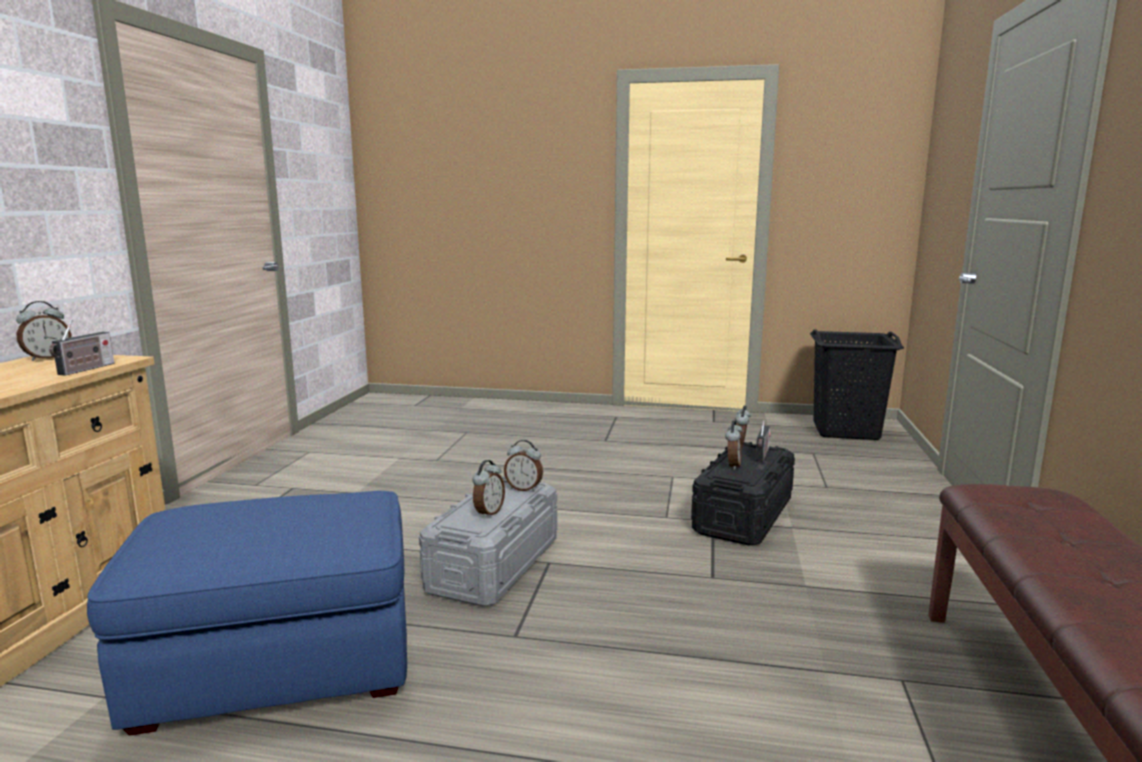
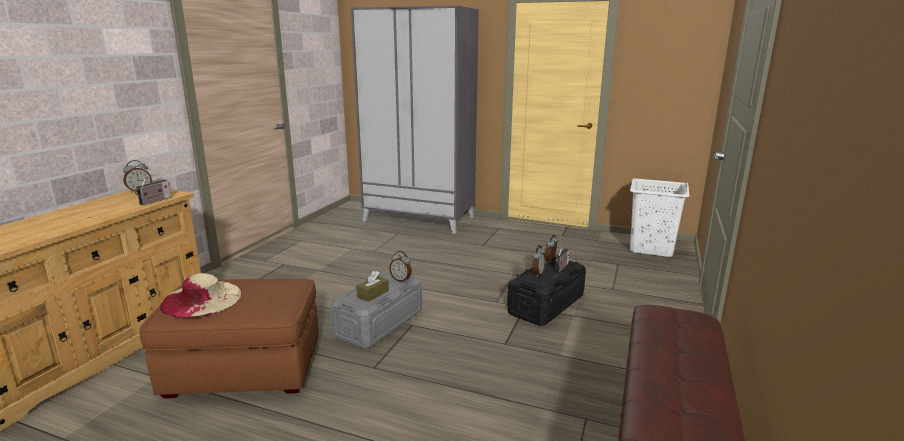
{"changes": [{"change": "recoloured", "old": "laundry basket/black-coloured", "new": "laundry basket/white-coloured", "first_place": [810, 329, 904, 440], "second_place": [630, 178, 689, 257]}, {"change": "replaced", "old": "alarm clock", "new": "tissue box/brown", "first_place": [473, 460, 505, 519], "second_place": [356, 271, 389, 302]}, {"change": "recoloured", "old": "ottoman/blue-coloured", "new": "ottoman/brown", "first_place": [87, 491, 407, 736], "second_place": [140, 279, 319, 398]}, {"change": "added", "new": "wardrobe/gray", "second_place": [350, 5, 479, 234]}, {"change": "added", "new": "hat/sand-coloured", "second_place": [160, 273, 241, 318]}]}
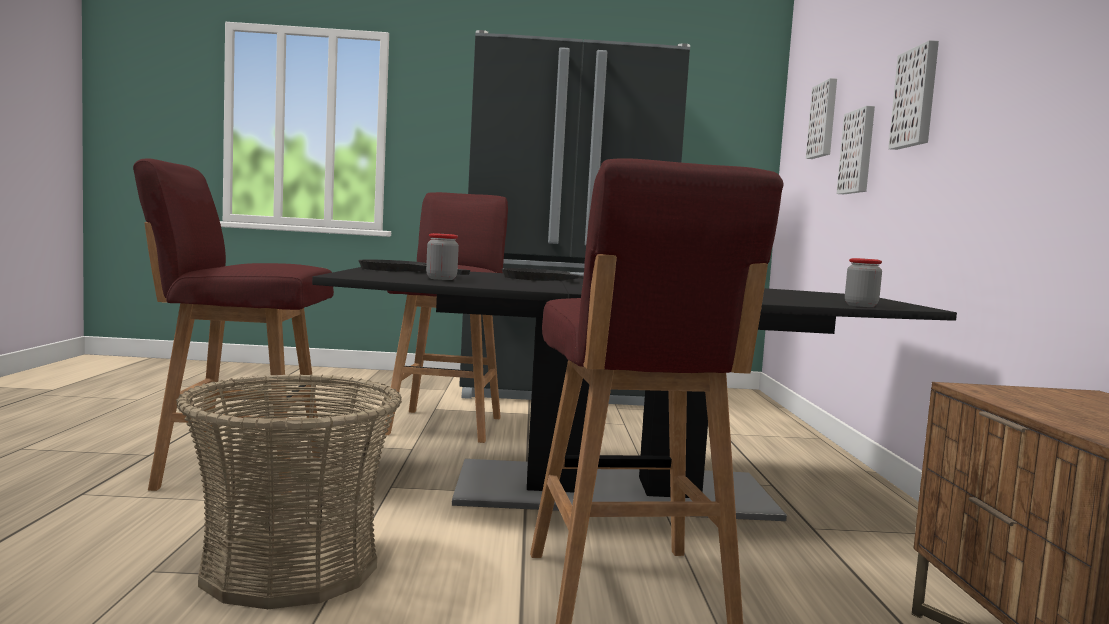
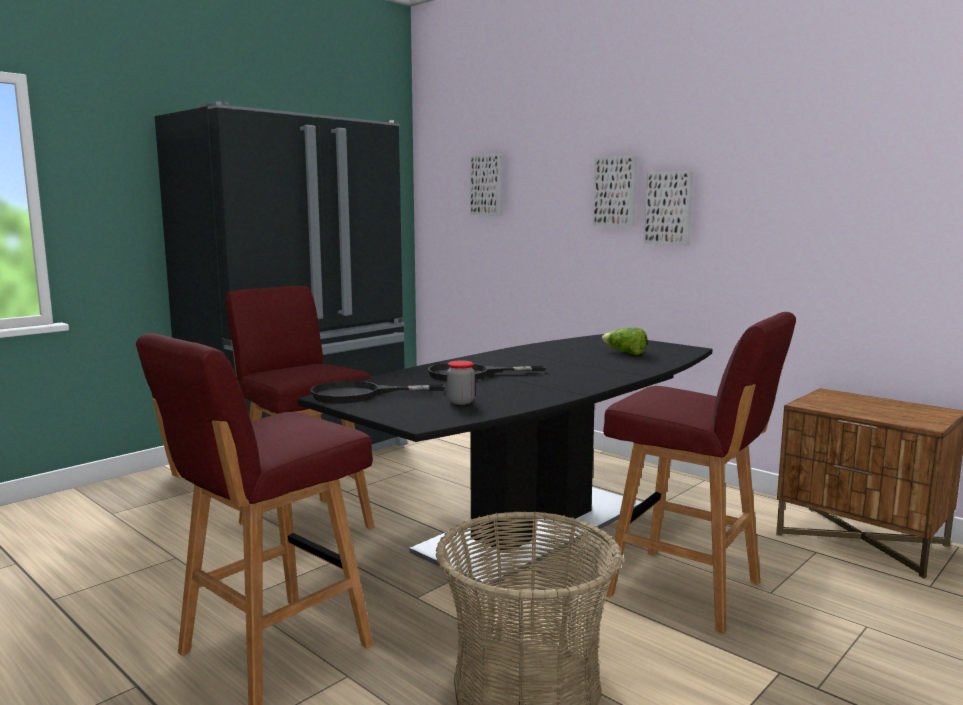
{"changes": [{"change": "moved", "old": "picture", "first_place": [836, 106, 875, 194], "second_place": [644, 171, 693, 245]}, {"change": "removed", "old": "storage jar", "first_place": [845, 258, 882, 307]}, {"change": "added", "new": "lettuce", "second_place": [602, 327, 647, 355]}]}
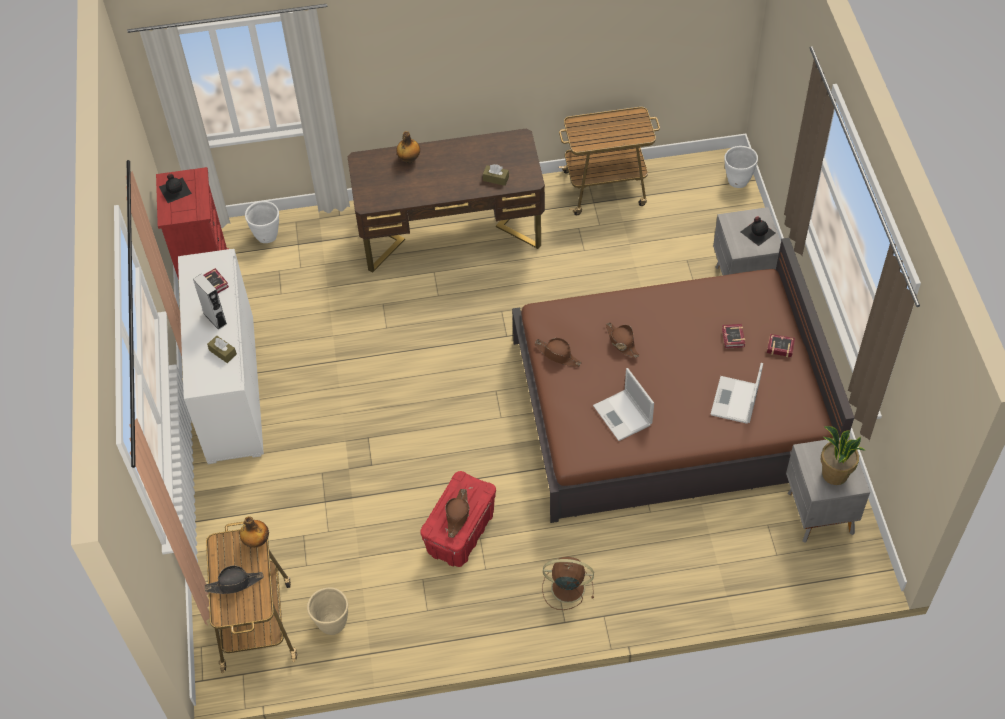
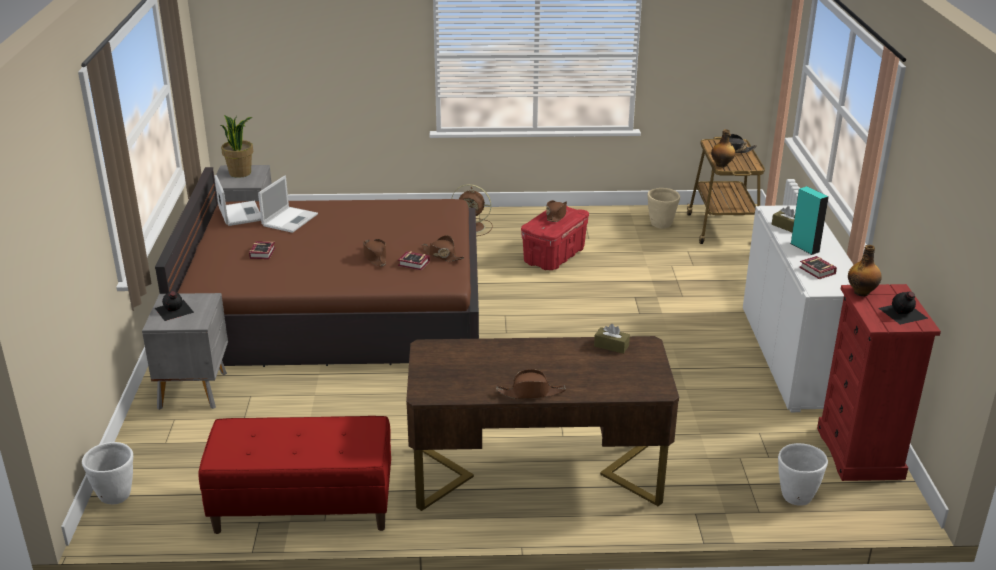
{"changes": [{"change": "replaced", "old": "trolley", "new": "bench/red", "first_place": [559, 107, 660, 215], "second_place": [198, 416, 391, 534]}, {"change": "moved", "old": "beverage bottle", "first_place": [396, 131, 420, 163], "second_place": [848, 245, 882, 296]}, {"change": "moved", "old": "tissue box/brown", "first_place": [483, 164, 509, 186], "second_place": [594, 324, 630, 354]}, {"change": "recoloured", "old": "speaker/gray", "new": "speaker/turquoise", "first_place": [193, 274, 227, 330], "second_place": [790, 186, 829, 255]}, {"change": "moved", "old": "volume", "first_place": [767, 334, 795, 357], "second_place": [398, 251, 430, 270]}, {"change": "moved", "old": "laptop", "first_place": [593, 368, 654, 441], "second_place": [214, 175, 261, 226]}, {"change": "added", "new": "hat/brown", "second_place": [496, 369, 566, 399]}]}
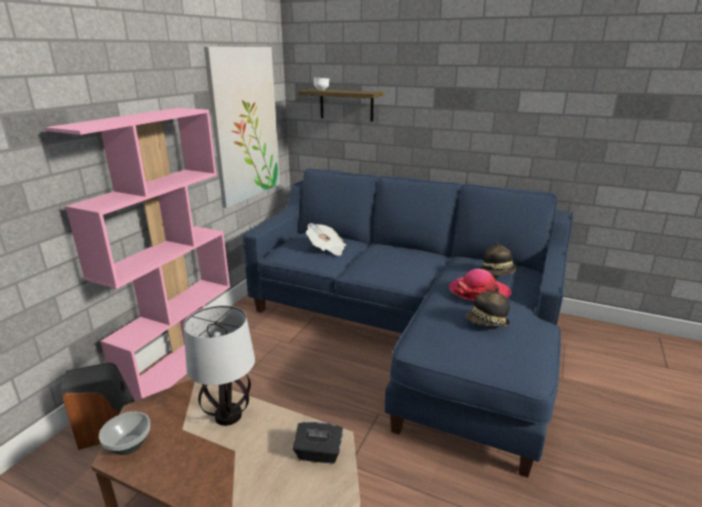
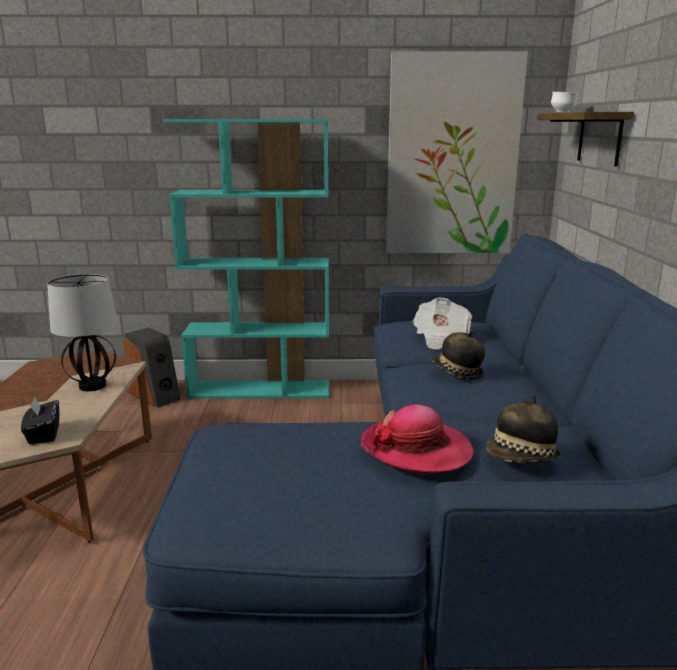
{"changes": [{"change": "recoloured", "old": "bookshelf/pinkish", "new": "bookshelf/turquoise", "first_place": [45, 108, 230, 401], "second_place": [163, 119, 329, 399]}, {"change": "moved", "old": "hat", "first_place": [466, 288, 510, 327], "second_place": [431, 331, 485, 380]}, {"change": "removed", "old": "serving bowl", "first_place": [99, 412, 150, 455]}]}
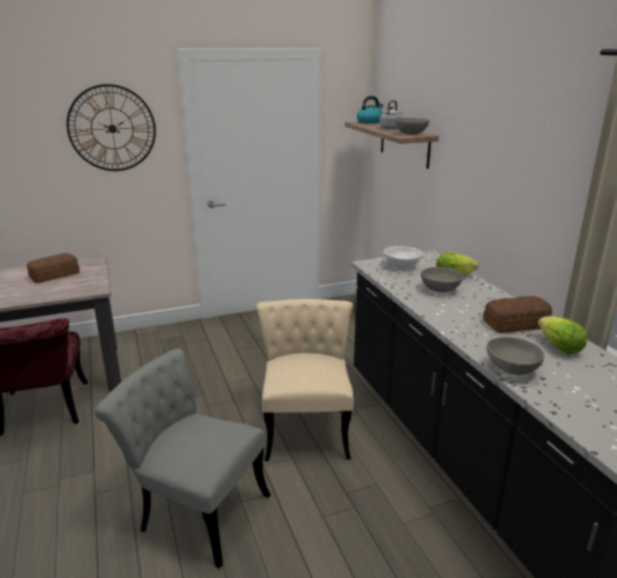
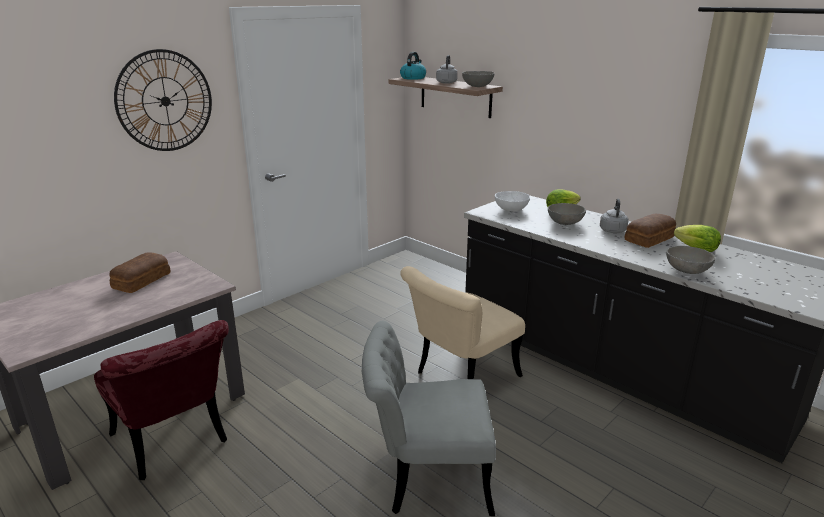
{"changes": [{"change": "turned", "old": "chair/sand-coloured", "first_place": [256, 299, 354, 461], "second_place": [401, 266, 525, 379], "degrees": -105}, {"change": "added", "new": "tea kettle/gray", "second_place": [600, 198, 629, 233]}]}
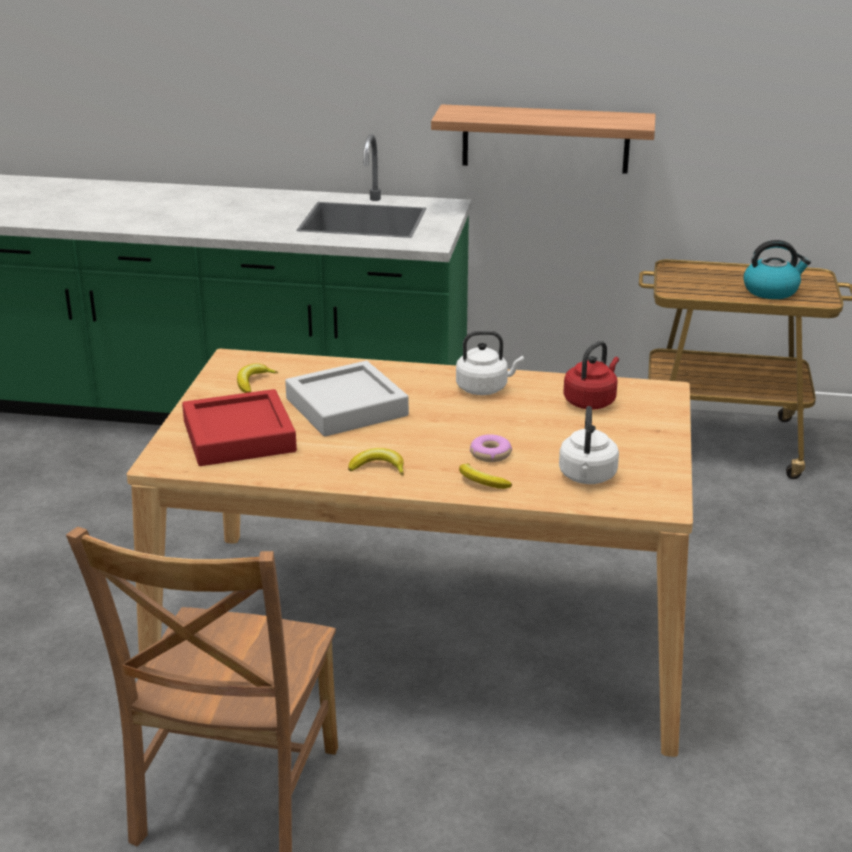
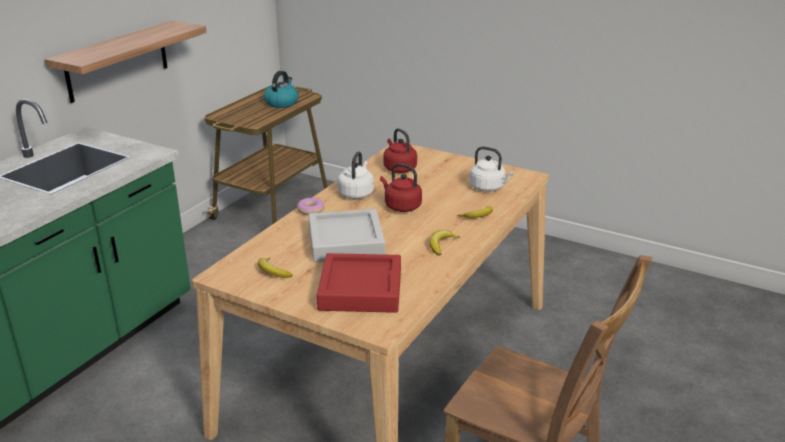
{"changes": [{"change": "moved", "old": "ring doughnut", "first_place": [470, 434, 512, 462], "second_place": [297, 198, 324, 215]}, {"change": "added", "new": "tea kettle/red", "second_place": [380, 163, 422, 212]}]}
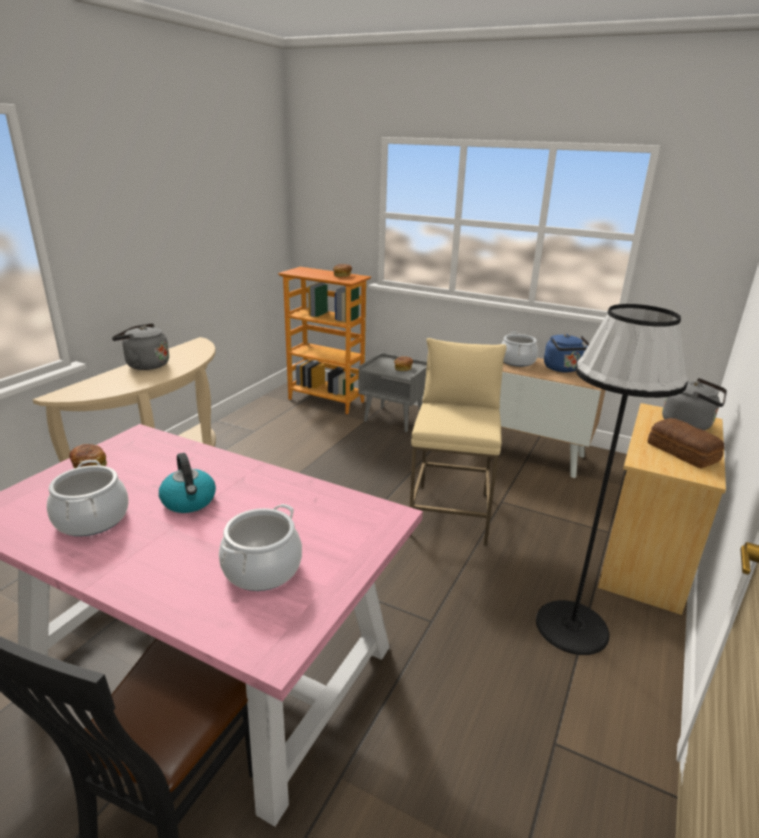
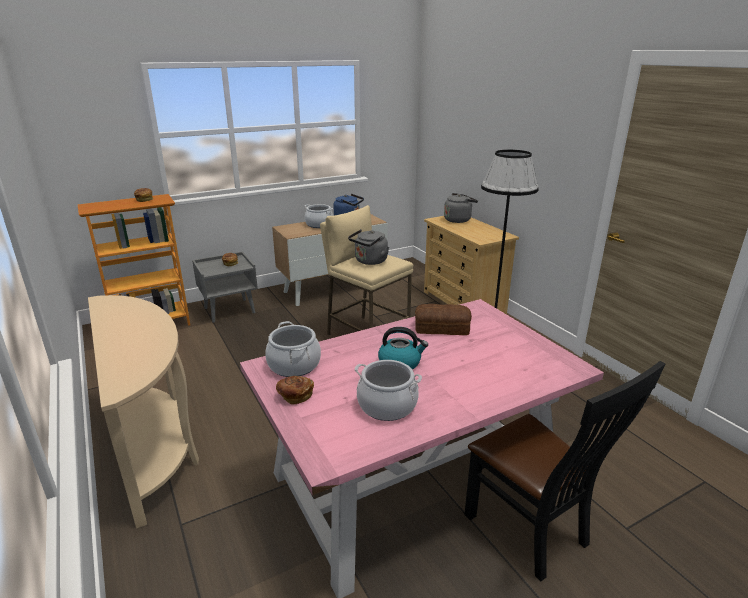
{"changes": [{"change": "moved", "old": "tea kettle/gray", "first_place": [112, 323, 169, 370], "second_place": [348, 229, 389, 265]}, {"change": "moved", "old": "bakery bread", "first_place": [648, 418, 724, 468], "second_place": [415, 304, 472, 335]}, {"change": "moved", "old": "cooking pot", "first_place": [219, 504, 302, 591], "second_place": [265, 321, 321, 377]}]}
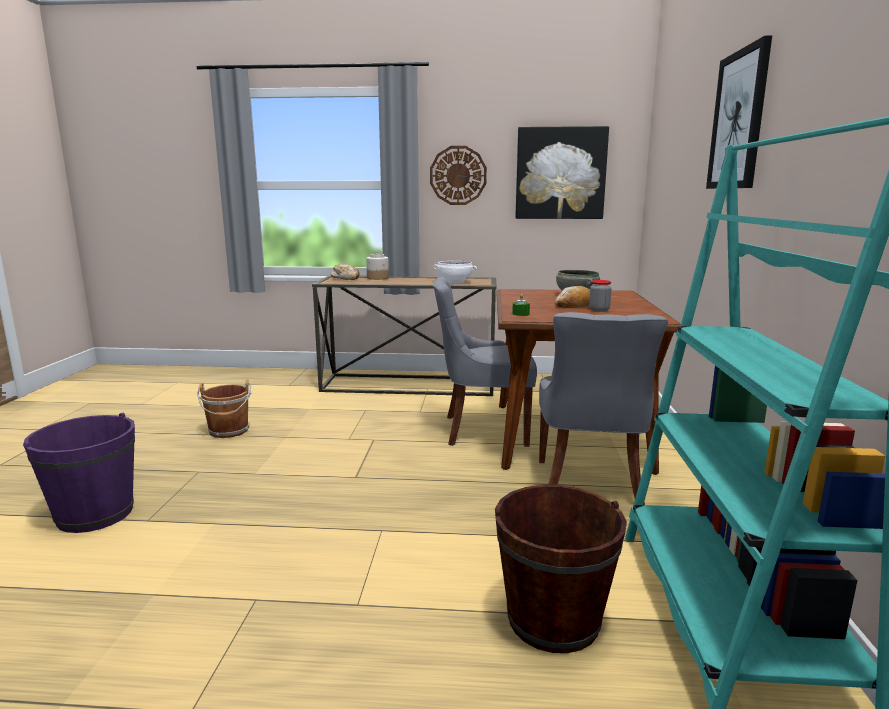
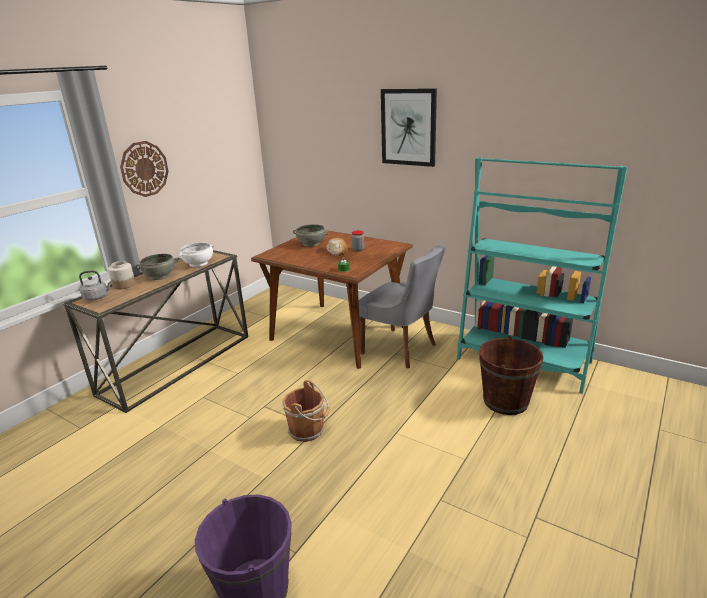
{"changes": [{"change": "removed", "old": "picture", "first_place": [515, 126, 609, 219]}, {"change": "replaced", "old": "bakery bread", "new": "tea kettle/gray", "first_place": [331, 264, 359, 280], "second_place": [79, 270, 112, 301]}, {"change": "removed", "old": "chair/gray", "first_place": [432, 277, 537, 447]}, {"change": "moved", "old": "pail/brown", "first_place": [197, 379, 251, 438], "second_place": [282, 380, 330, 442]}, {"change": "added", "new": "serving bowl/gray", "second_place": [136, 254, 178, 280]}]}
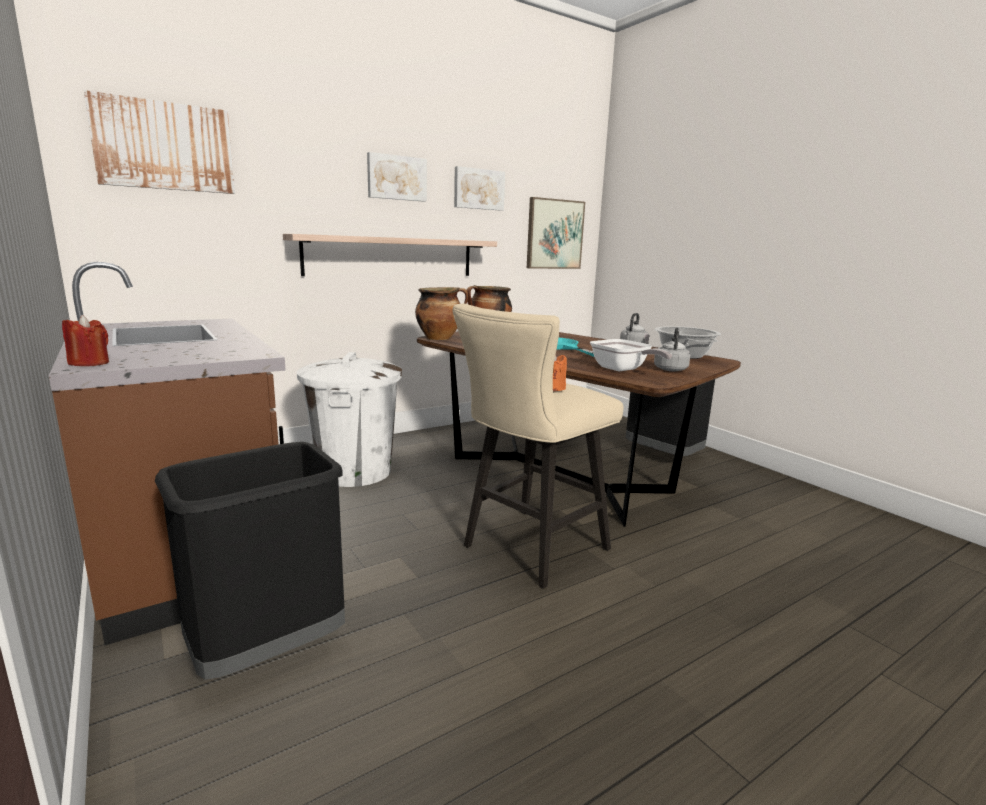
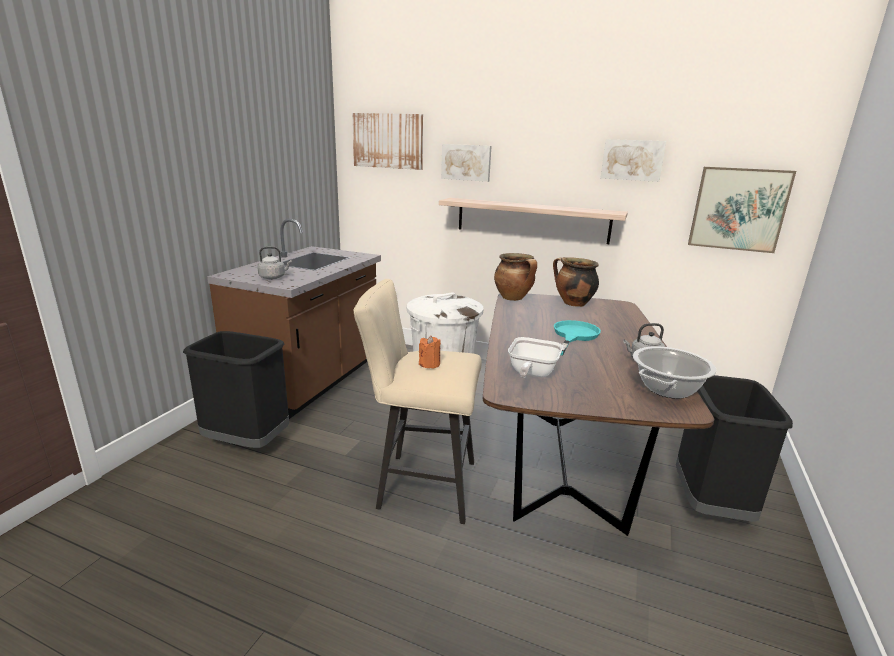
{"changes": [{"change": "moved", "old": "picture", "first_place": [367, 152, 427, 202], "second_place": [441, 144, 491, 182]}, {"change": "removed", "old": "candle/red", "first_place": [62, 315, 109, 366]}, {"change": "moved", "old": "tea kettle/gray", "first_place": [654, 328, 690, 371], "second_place": [257, 246, 292, 279]}]}
